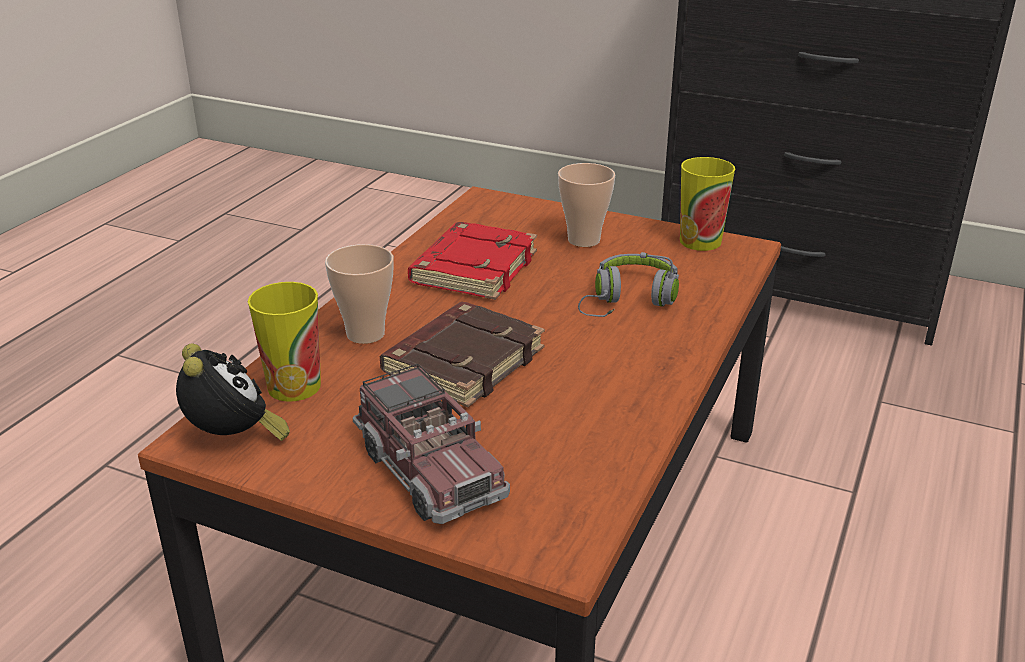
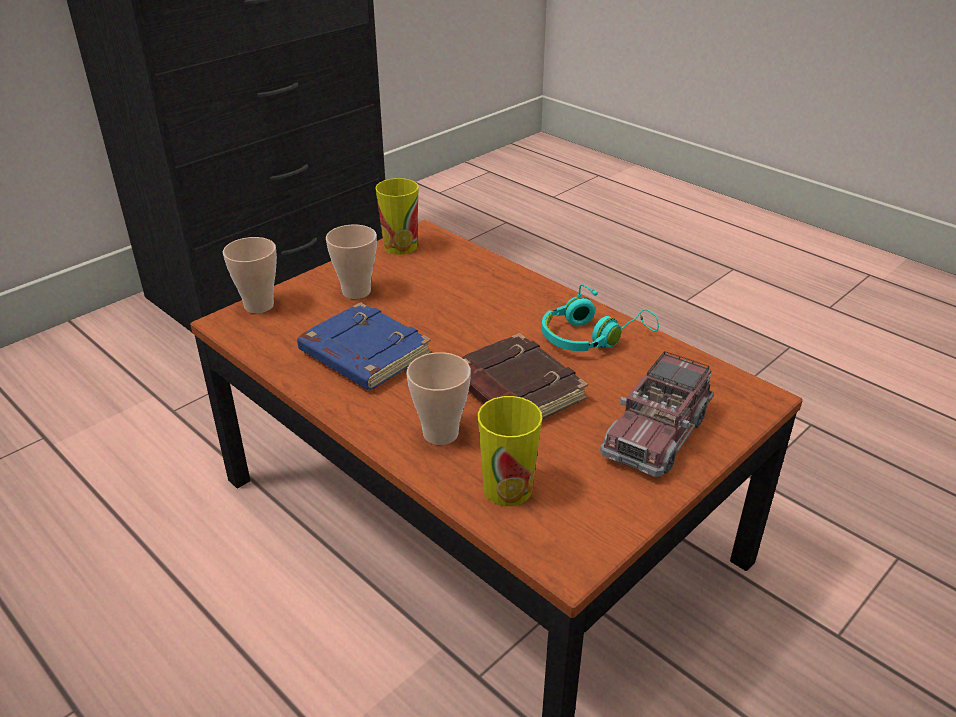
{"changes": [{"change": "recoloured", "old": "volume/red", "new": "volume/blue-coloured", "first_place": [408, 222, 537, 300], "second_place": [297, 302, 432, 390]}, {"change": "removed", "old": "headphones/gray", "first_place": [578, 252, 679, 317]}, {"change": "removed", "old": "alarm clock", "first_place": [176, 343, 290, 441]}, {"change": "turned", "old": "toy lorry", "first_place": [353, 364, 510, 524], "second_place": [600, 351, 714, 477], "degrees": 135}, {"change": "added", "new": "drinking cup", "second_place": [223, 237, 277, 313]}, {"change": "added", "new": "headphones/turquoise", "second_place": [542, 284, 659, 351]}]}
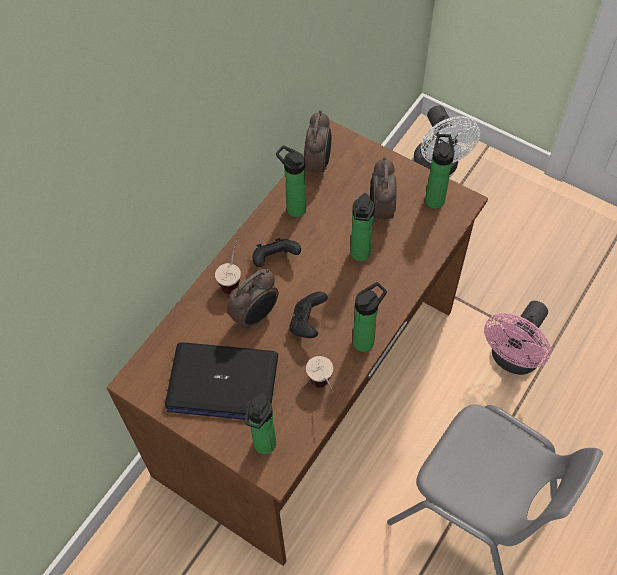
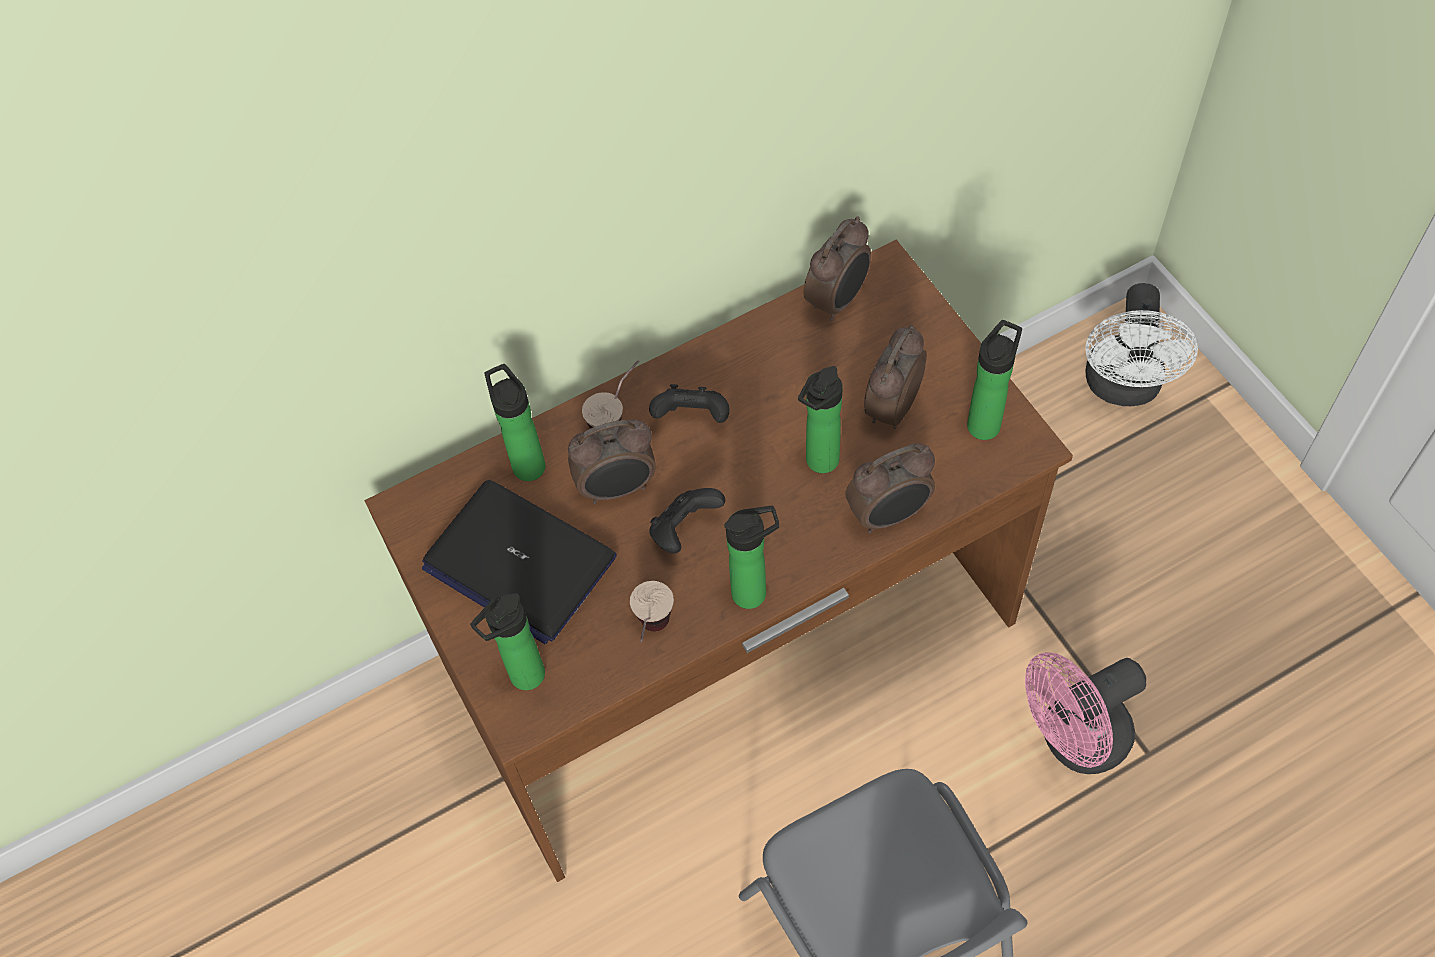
{"changes": [{"change": "moved", "old": "beverage bottle", "first_place": [276, 145, 306, 217], "second_place": [485, 364, 545, 481]}, {"change": "added", "new": "alarm clock", "second_place": [845, 443, 935, 534]}]}
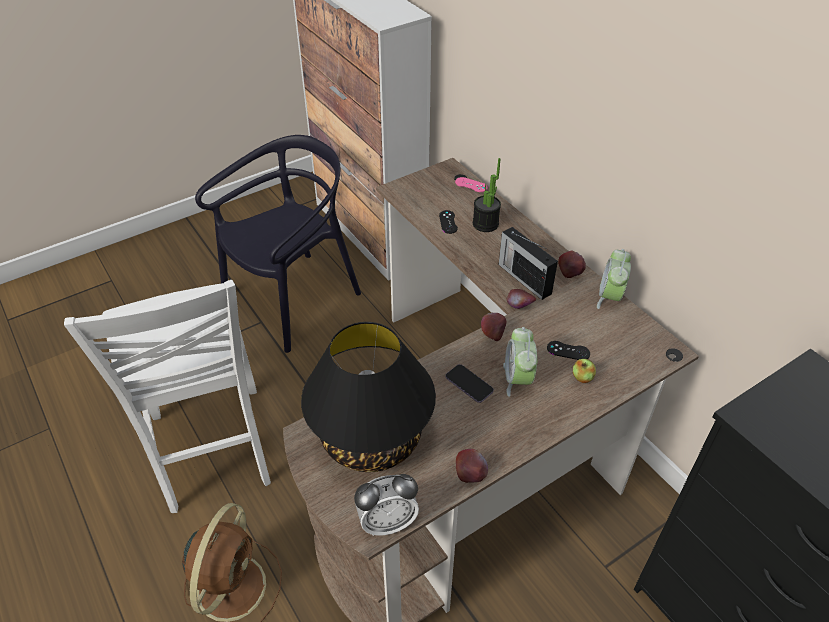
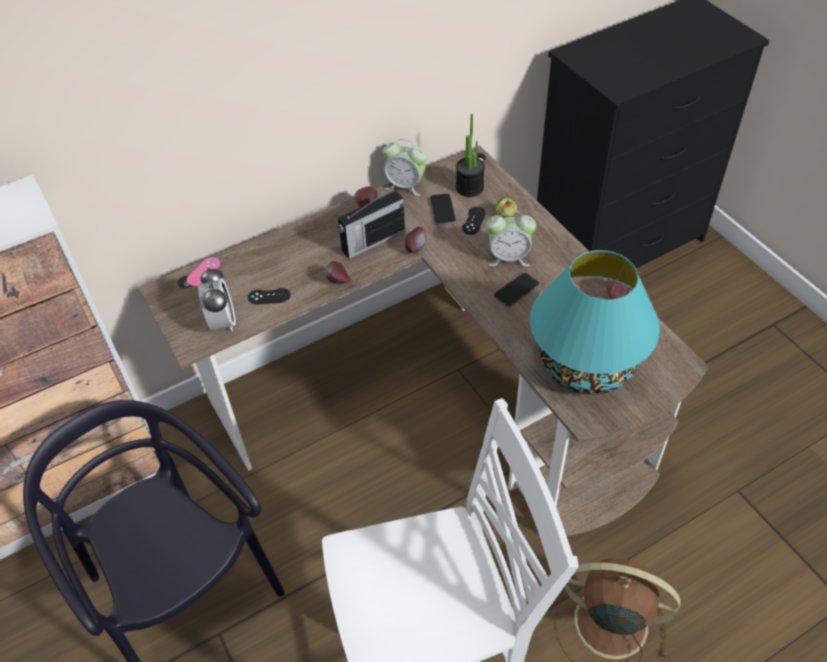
{"changes": [{"change": "moved", "old": "plant in a pot", "first_place": [473, 158, 501, 232], "second_place": [456, 114, 485, 197]}, {"change": "moved", "old": "apple fruit", "first_place": [481, 313, 506, 341], "second_place": [324, 261, 351, 283]}, {"change": "recoloured", "old": "table lamp/black-coloured", "new": "table lamp/turquoise", "first_place": [301, 322, 436, 472], "second_place": [530, 250, 660, 395]}, {"change": "moved", "old": "alarm clock", "first_place": [354, 474, 419, 536], "second_place": [198, 267, 236, 332]}, {"change": "added", "new": "handset", "second_place": [430, 194, 456, 225]}]}
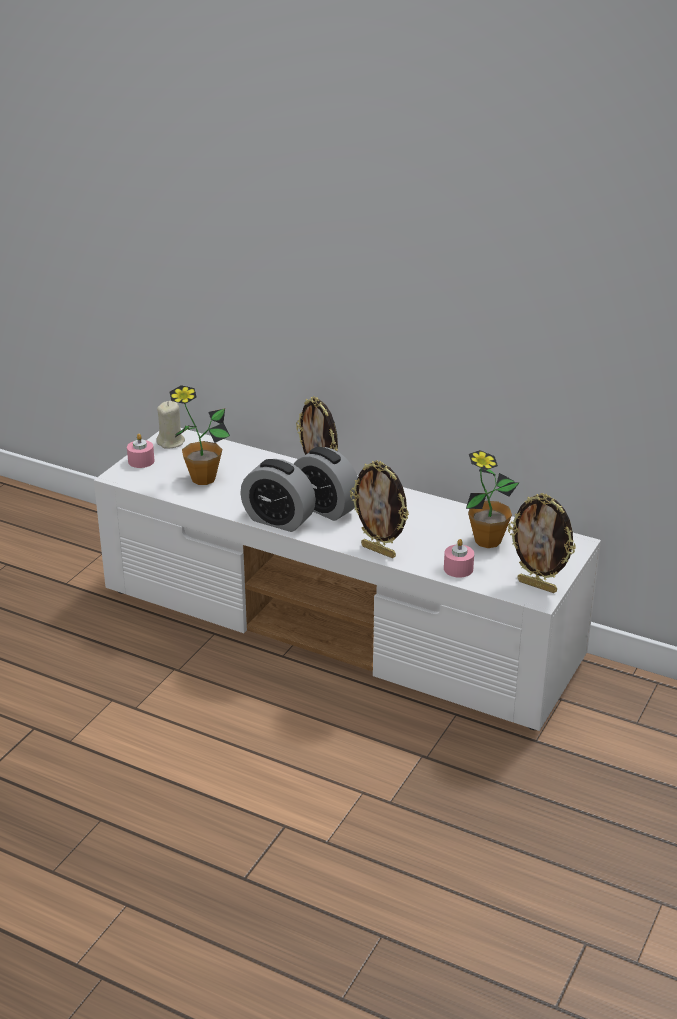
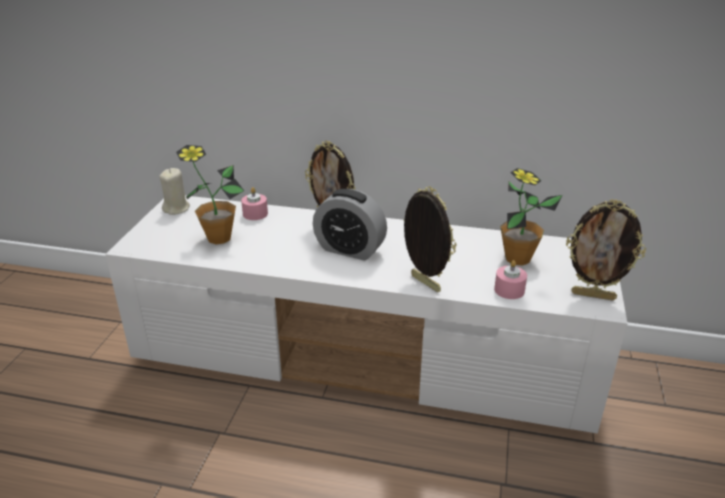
{"changes": [{"change": "moved", "old": "candle/pinkish", "first_place": [127, 434, 155, 468], "second_place": [241, 187, 268, 220]}, {"change": "removed", "old": "alarm clock", "first_place": [240, 459, 316, 532]}, {"change": "turned", "old": "standing frame", "first_place": [350, 460, 409, 558], "second_place": [404, 186, 456, 292], "degrees": -150}]}
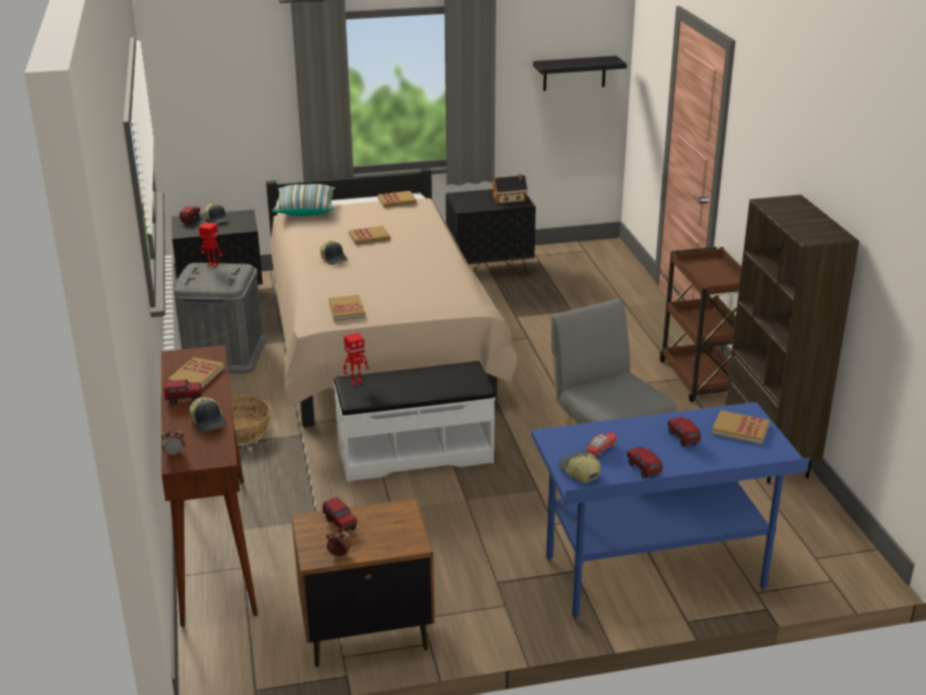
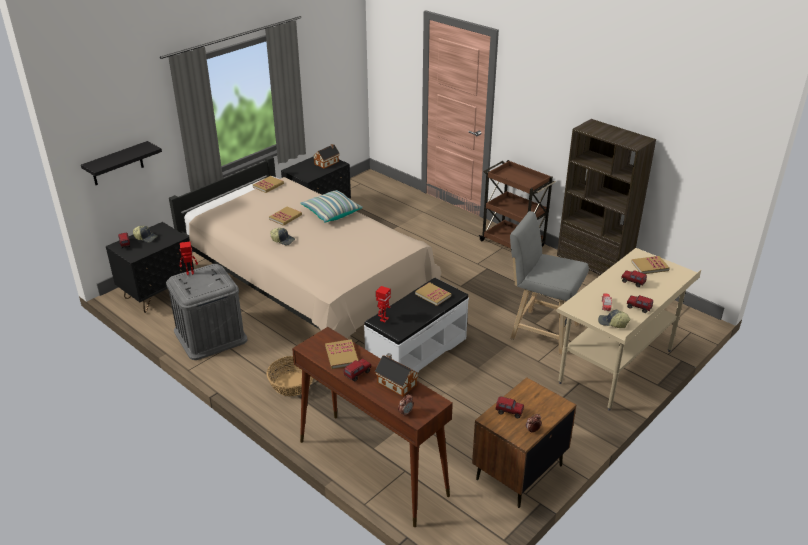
{"changes": [{"change": "moved", "old": "shelf/black-coloured", "first_place": [533, 56, 627, 91], "second_place": [81, 141, 162, 185]}, {"change": "moved", "old": "throw pillow", "first_place": [272, 184, 335, 216], "second_place": [300, 190, 362, 222]}, {"change": "moved", "old": "volume", "first_place": [329, 295, 365, 321], "second_place": [415, 282, 452, 306]}, {"change": "replaced", "old": "peaked cap", "new": "miniature house", "first_place": [189, 397, 227, 433], "second_place": [374, 353, 418, 397]}, {"change": "recoloured", "old": "desk/blue-coloured", "new": "desk/sand-coloured", "first_place": [531, 402, 810, 620], "second_place": [556, 248, 701, 411]}]}
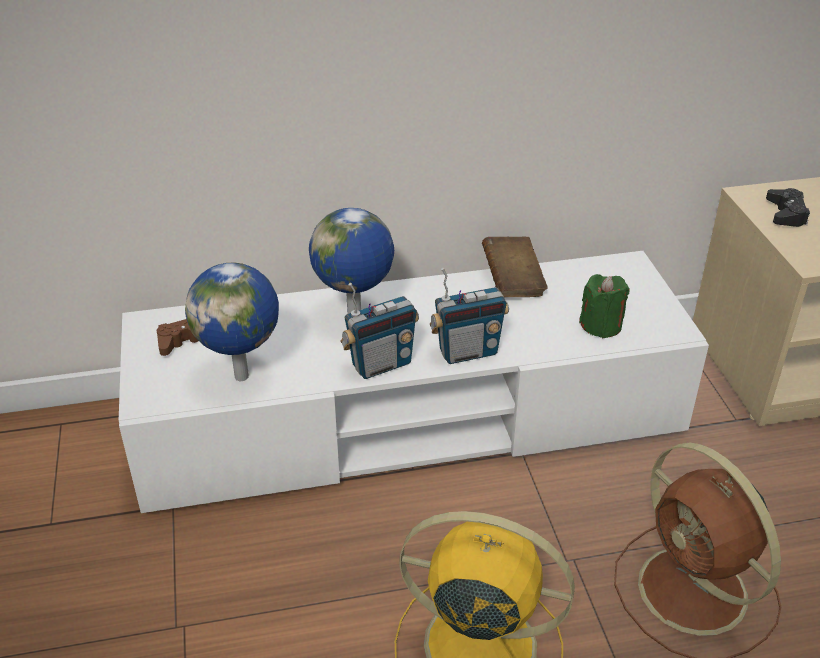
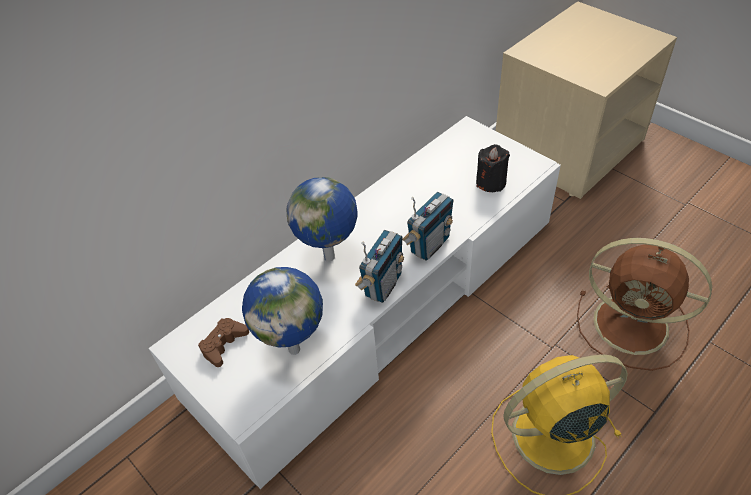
{"changes": [{"change": "removed", "old": "game controller/black-coloured", "first_place": [766, 188, 810, 227]}, {"change": "removed", "old": "volume/brown", "first_place": [482, 237, 547, 297]}, {"change": "recoloured", "old": "candle/green", "new": "candle/black-coloured", "first_place": [579, 274, 630, 338], "second_place": [476, 144, 510, 192]}]}
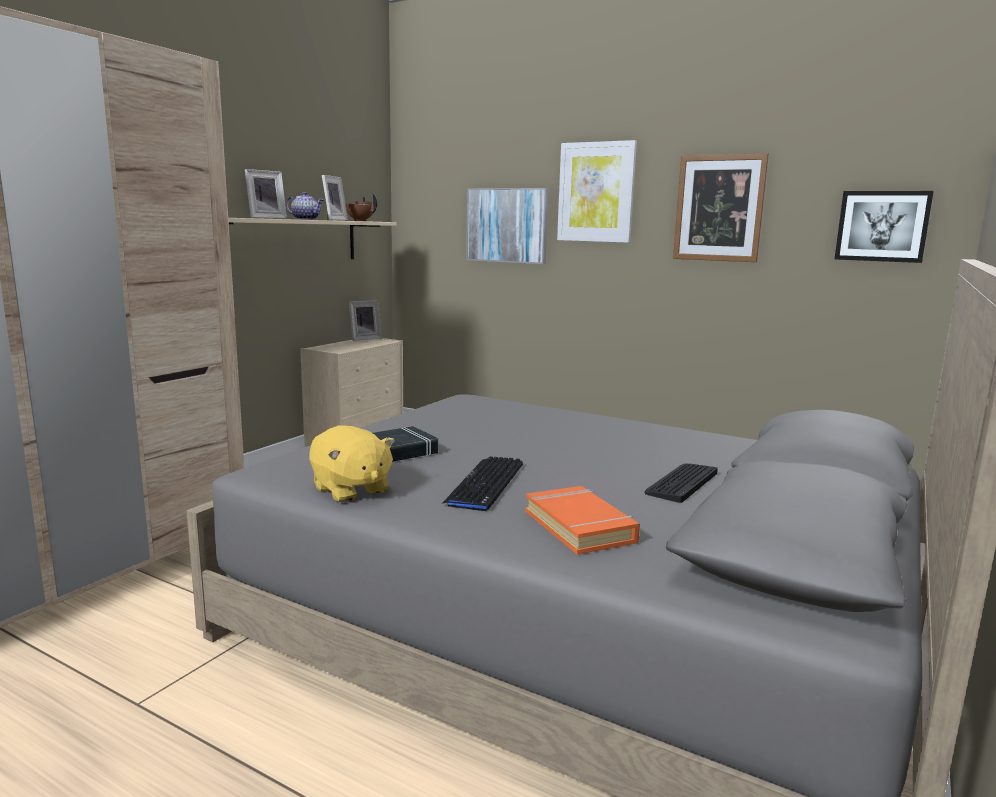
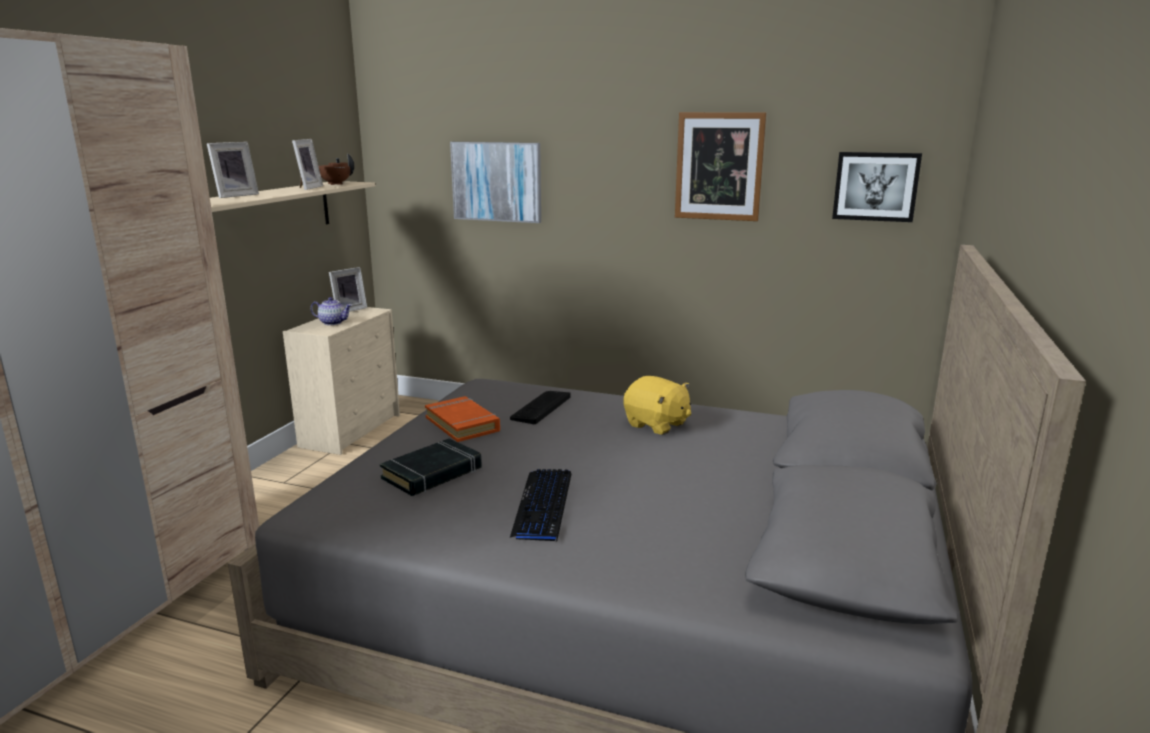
{"changes": [{"change": "removed", "old": "picture", "first_place": [557, 140, 637, 243]}, {"change": "moved", "old": "pot for tea", "first_place": [286, 192, 324, 220], "second_place": [311, 297, 352, 325]}, {"change": "moved", "old": "soft toy/yellowish", "first_place": [309, 425, 395, 503], "second_place": [624, 376, 691, 435]}, {"change": "moved", "old": "keyboard", "first_place": [645, 463, 718, 503], "second_place": [510, 391, 570, 424]}, {"change": "moved", "old": "volume/orange-coloured", "first_place": [525, 486, 640, 555], "second_place": [425, 396, 500, 442]}]}
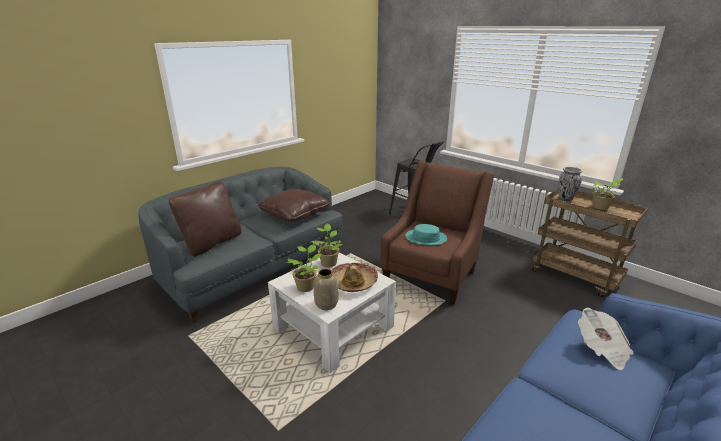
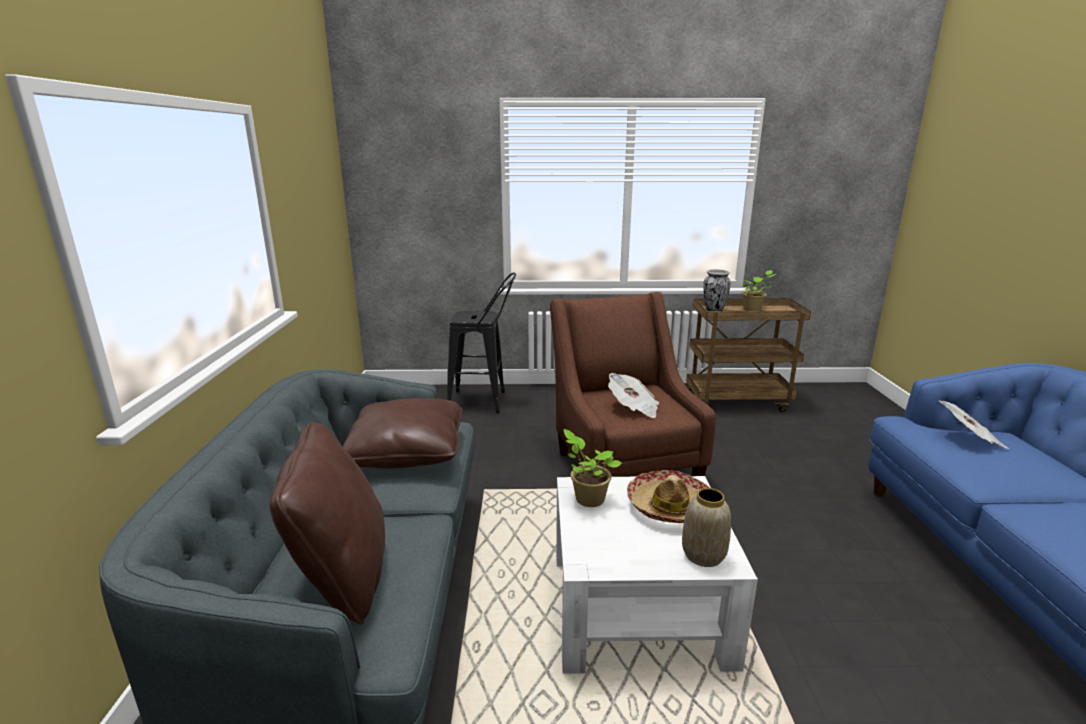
{"changes": [{"change": "replaced", "old": "hat/turquoise", "new": "printed paper", "first_place": [405, 224, 447, 245], "second_place": [608, 373, 659, 418]}, {"change": "removed", "old": "plant in a pot", "first_place": [286, 244, 321, 292]}]}
